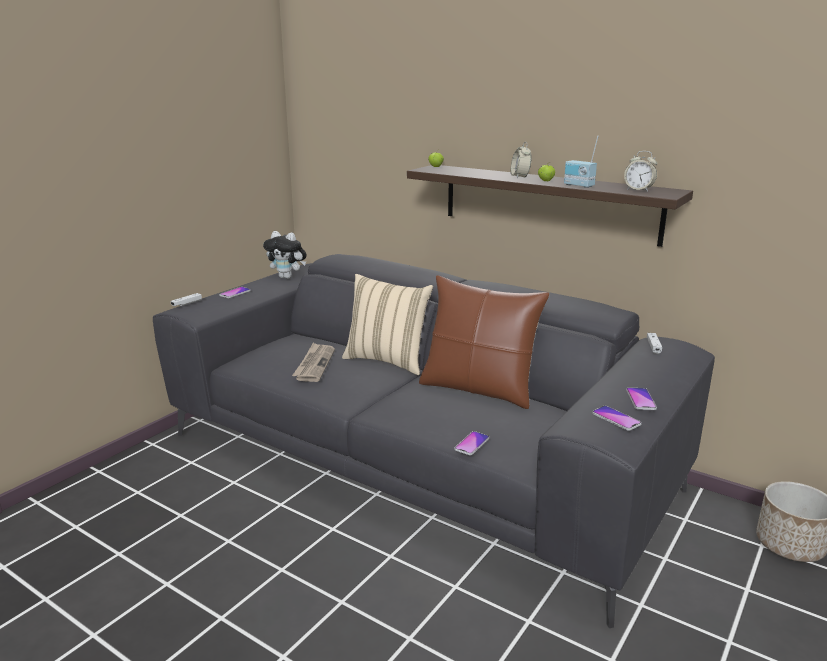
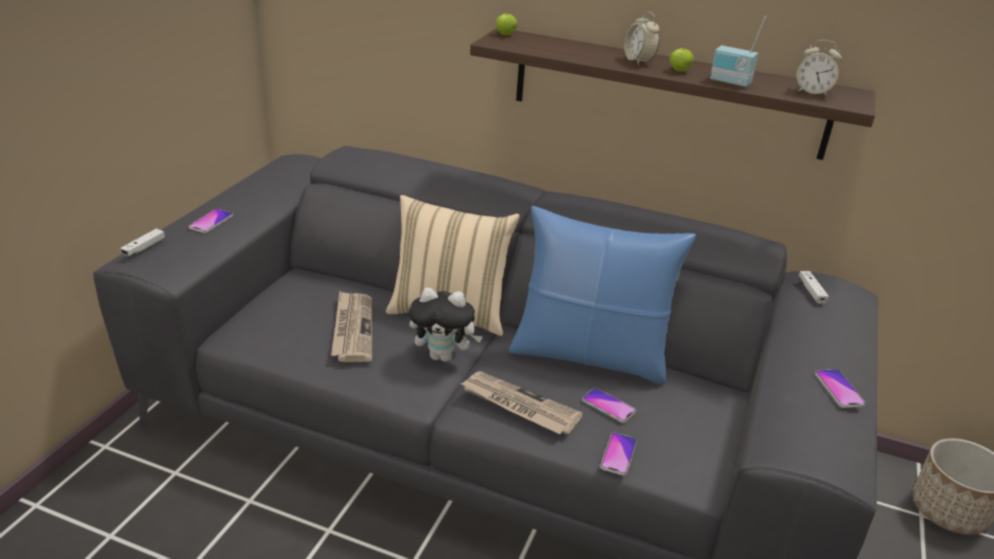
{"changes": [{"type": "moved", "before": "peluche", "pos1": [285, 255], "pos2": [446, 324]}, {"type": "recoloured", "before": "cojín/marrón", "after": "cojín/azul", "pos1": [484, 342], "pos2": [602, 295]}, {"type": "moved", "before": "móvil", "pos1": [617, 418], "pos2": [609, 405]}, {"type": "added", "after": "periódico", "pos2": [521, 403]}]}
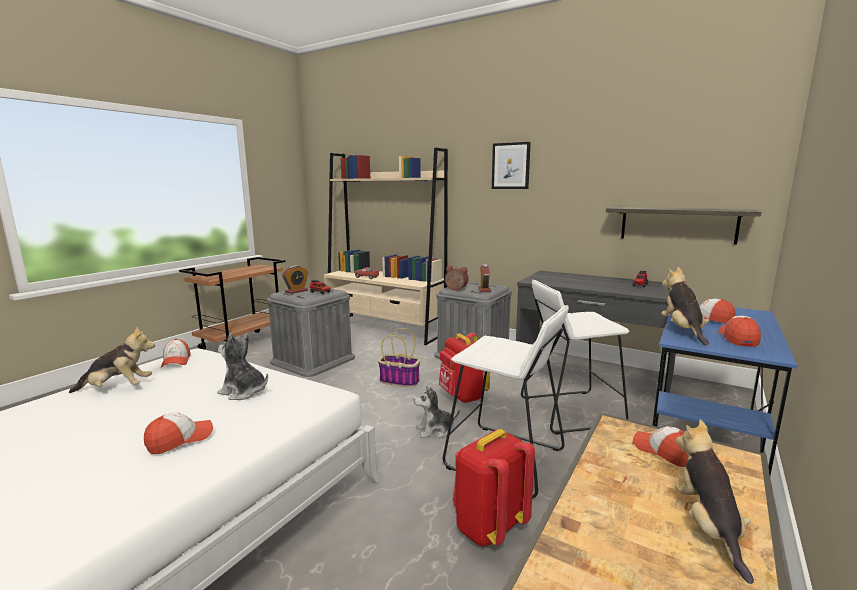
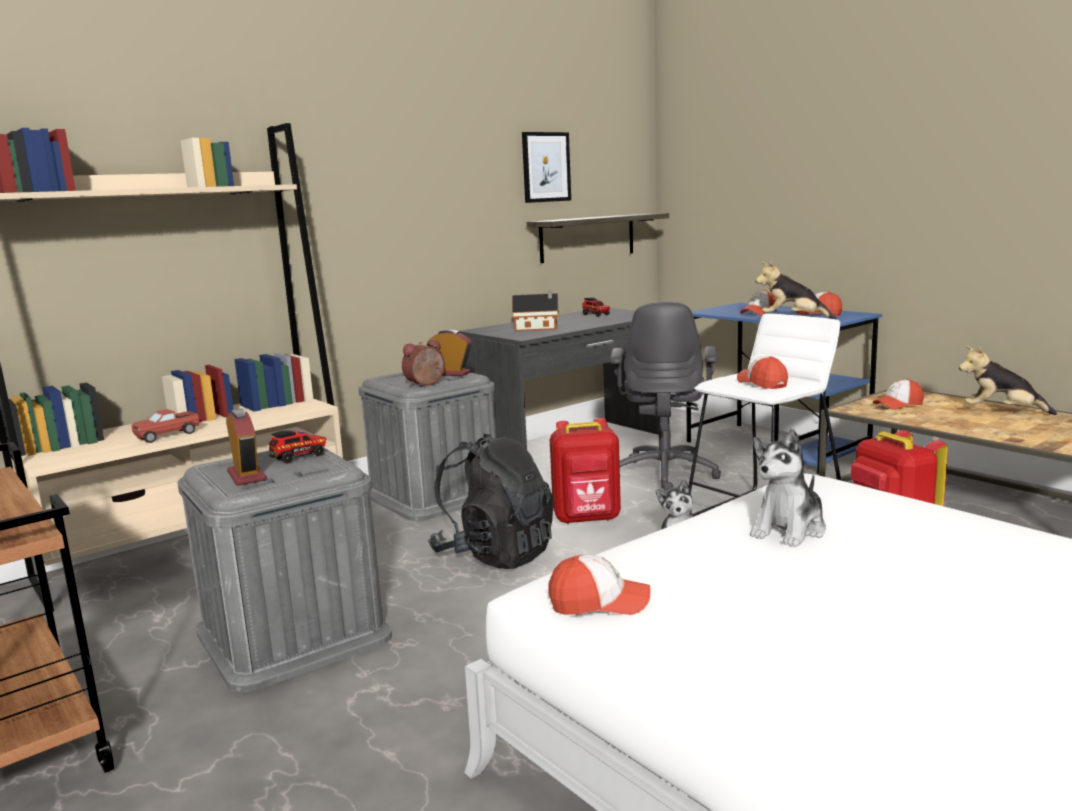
{"changes": [{"type": "removed", "before": "peluche", "pos1": [111, 359]}, {"type": "moved", "before": "gorra", "pos1": [178, 433], "pos2": [762, 372]}, {"type": "replaced", "before": "cesta", "after": "mochila/negro", "pos1": [399, 357], "pos2": [491, 501]}, {"type": "moved", "before": "cuadro", "pos1": [511, 165], "pos2": [546, 167]}, {"type": "replaced", "before": "taburete/blanco", "after": "silla de oficina/gris", "pos1": [575, 357], "pos2": [665, 396]}, {"type": "added", "after": "casita", "pos2": [535, 310]}]}
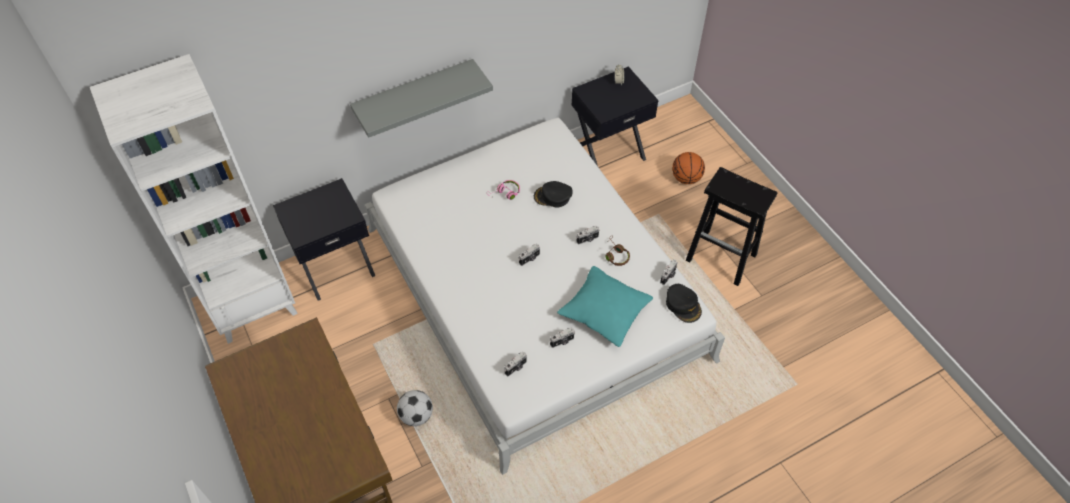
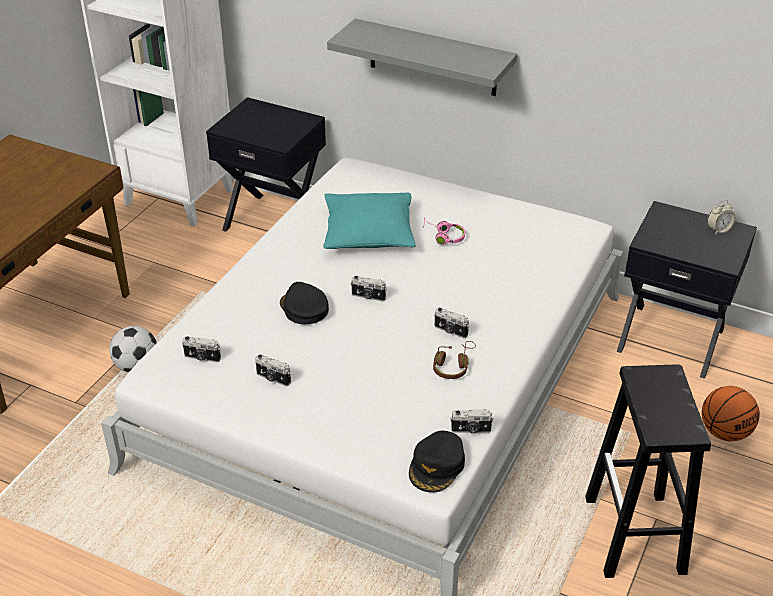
{"changes": [{"type": "moved", "before": "gorra/negro", "pos1": [553, 194], "pos2": [304, 303]}, {"type": "moved", "before": "cojín/turquesa", "pos1": [605, 306], "pos2": [369, 221]}]}
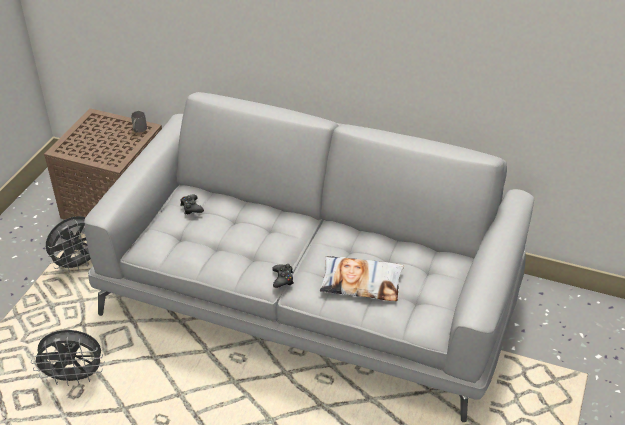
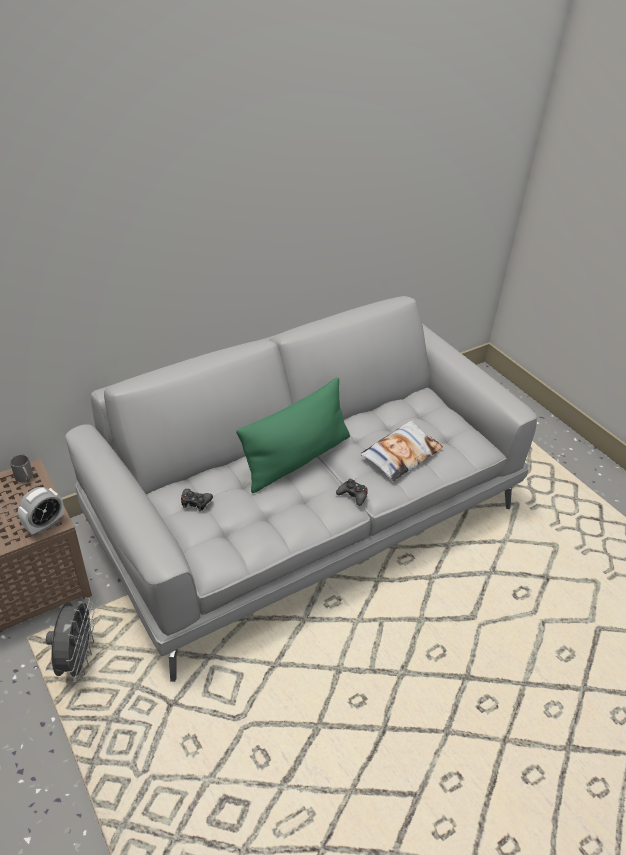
{"changes": [{"type": "removed", "before": "ventilador/gris", "pos1": [68, 358]}, {"type": "added", "after": "despertador", "pos2": [41, 511]}, {"type": "added", "after": "cojín/verde", "pos2": [293, 435]}]}
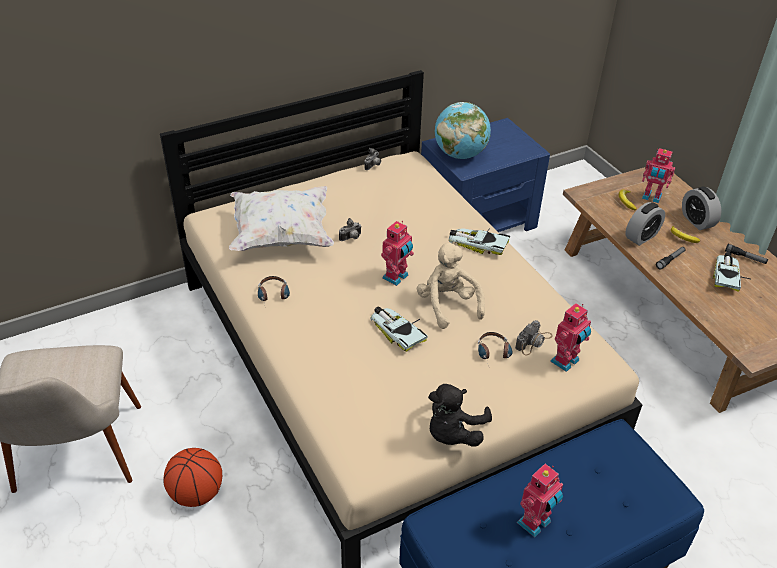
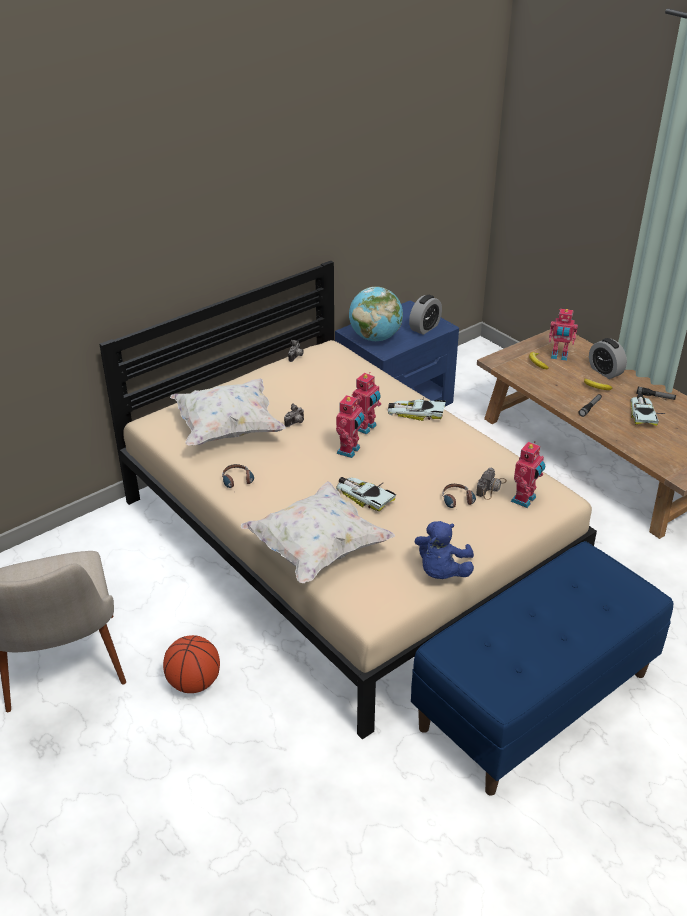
{"changes": [{"type": "removed", "before": "peluche/beis", "pos1": [451, 286]}, {"type": "recoloured", "before": "peluche/negro", "after": "peluche/azul", "pos1": [460, 415], "pos2": [444, 550]}, {"type": "moved", "before": "robot de juguete", "pos1": [540, 500], "pos2": [367, 403]}, {"type": "moved", "before": "despertador", "pos1": [645, 224], "pos2": [425, 315]}, {"type": "added", "after": "cojín/blanco", "pos2": [318, 532]}]}
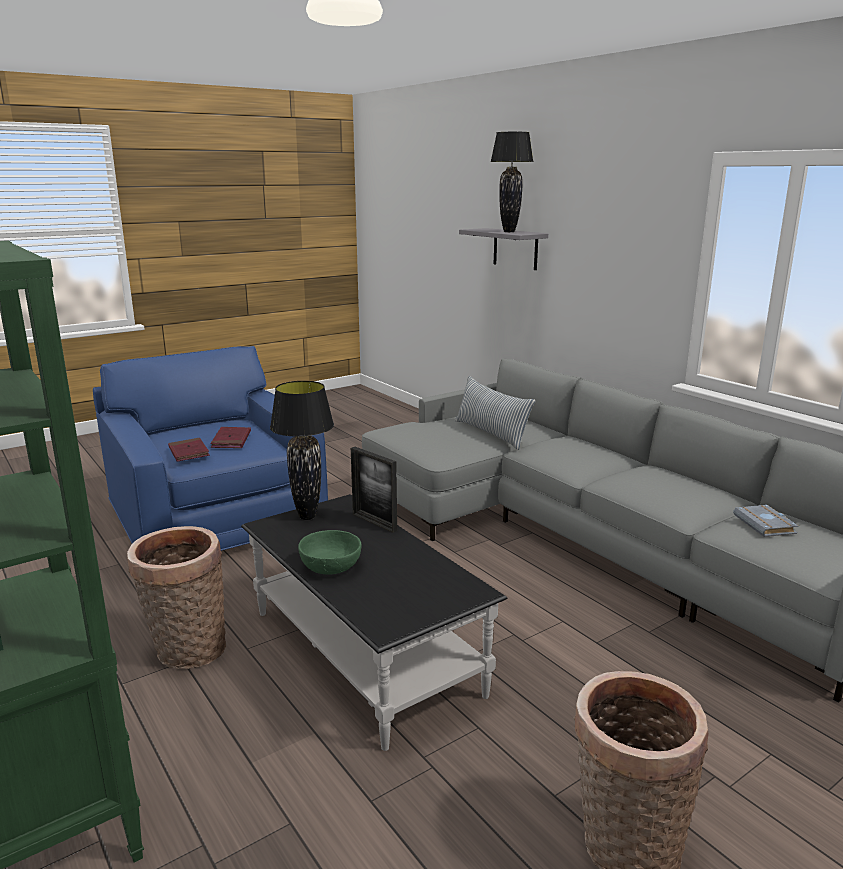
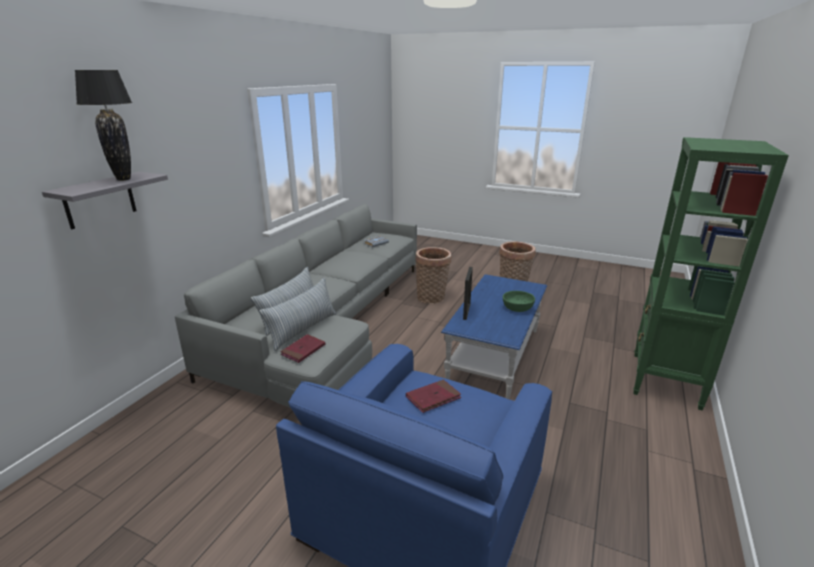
{"changes": [{"type": "moved", "before": "cesta", "pos1": [176, 597], "pos2": [433, 275]}, {"type": "moved", "before": "libro/rojo", "pos1": [189, 450], "pos2": [302, 348]}, {"type": "recoloured", "before": "mesa de centro/negro", "after": "mesa de centro/azul", "pos1": [374, 622], "pos2": [494, 336]}, {"type": "removed", "before": "lámpara de mesa/negro", "pos1": [302, 450]}, {"type": "added", "after": "cojín", "pos2": [297, 314]}]}
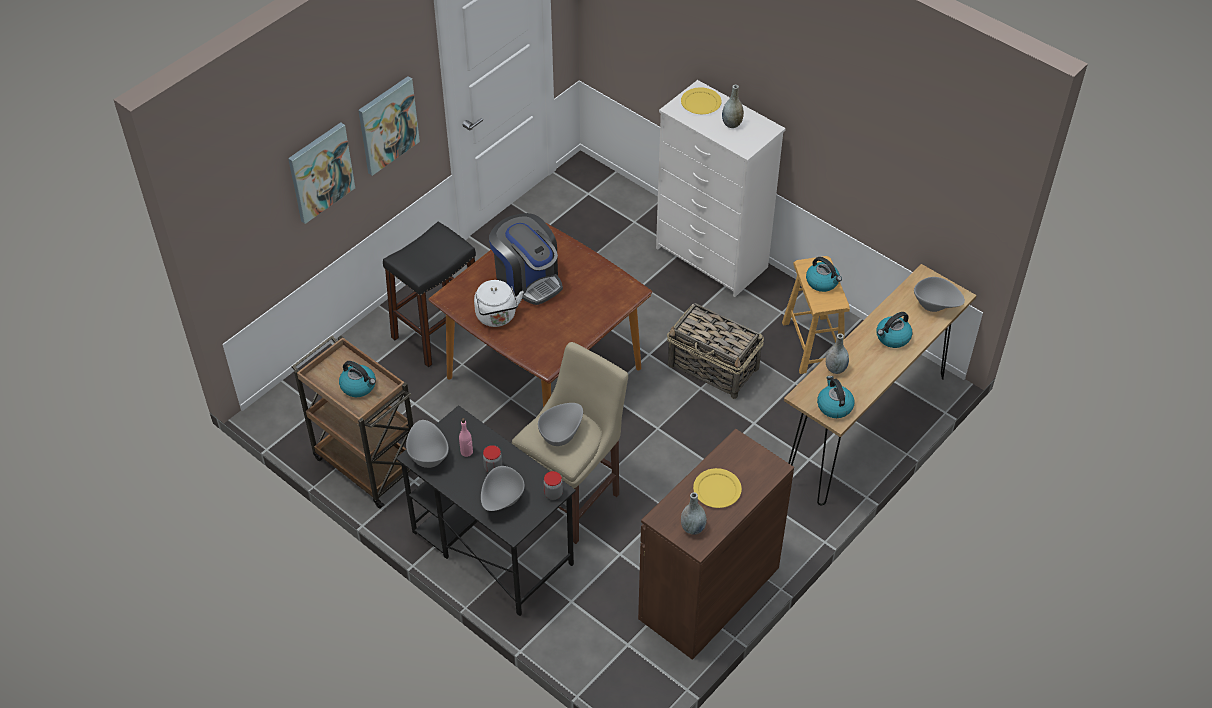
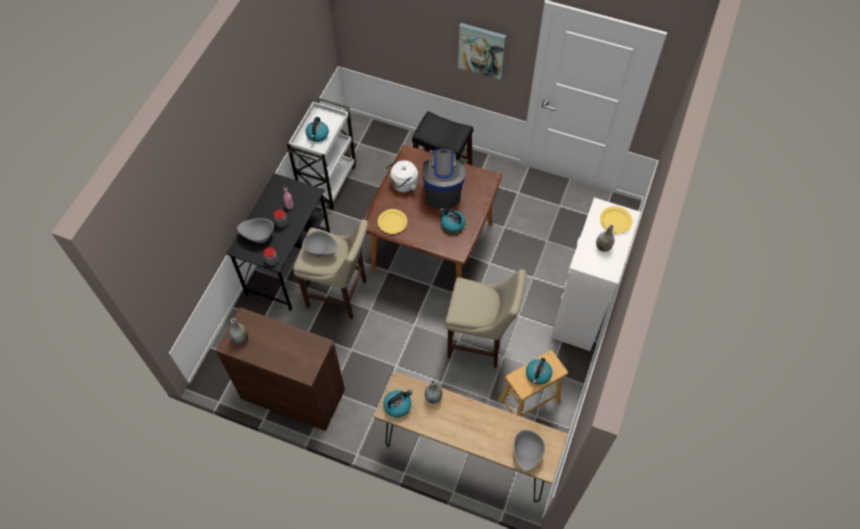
{"changes": [{"type": "removed", "before": "cuadro", "pos1": [321, 173]}, {"type": "recoloured", "before": "carrito/marrón", "after": "carrito/blanco", "pos1": [352, 422], "pos2": [321, 154]}, {"type": "removed", "before": "cuenco/gris", "pos1": [427, 444]}, {"type": "turned", "before": "cafetera", "pos1": [526, 259], "pos2": [443, 179], "turn": 150}, {"type": "replaced", "before": "cesta", "after": "taburete/beis", "pos1": [715, 351], "pos2": [485, 318]}, {"type": "moved", "before": "plato/amarillo", "pos1": [717, 488], "pos2": [392, 221]}, {"type": "moved", "before": "hervidor", "pos1": [894, 330], "pos2": [452, 220]}]}
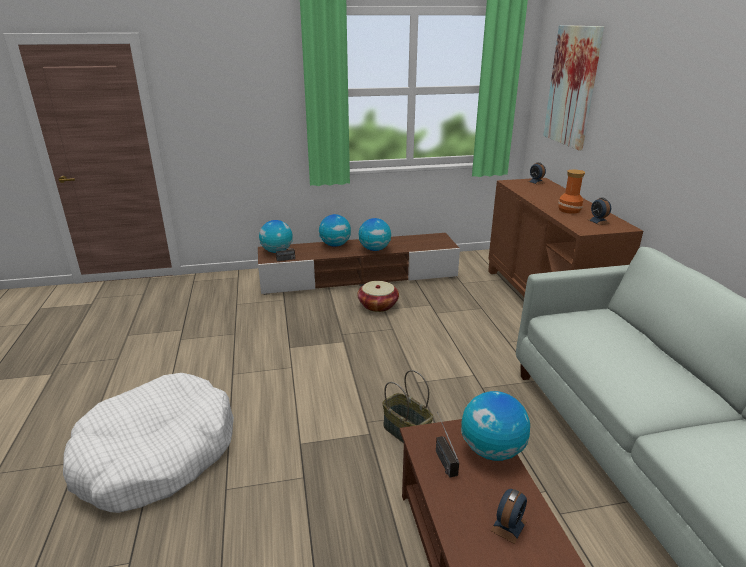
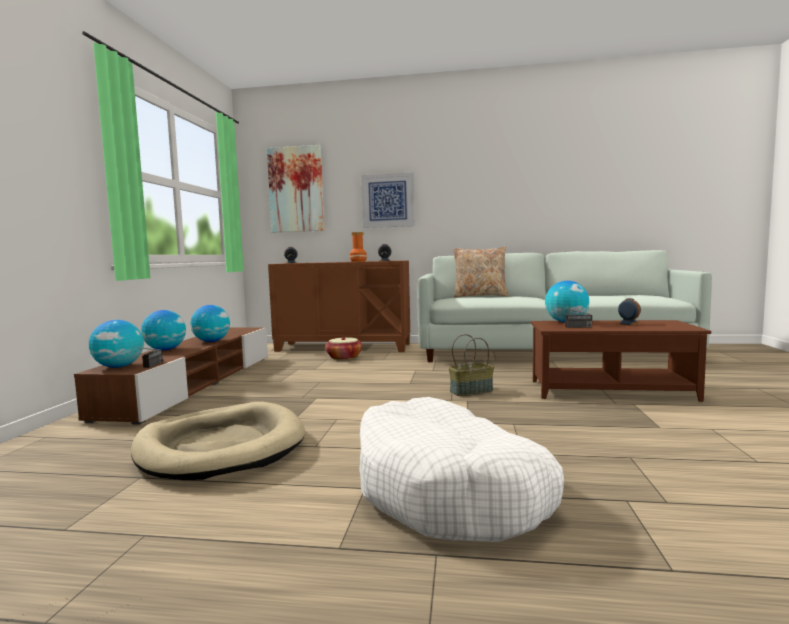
{"changes": [{"type": "moved", "before": "cesta", "pos1": [378, 296], "pos2": [343, 348]}, {"type": "added", "after": "cama para perro/beis", "pos2": [217, 441]}, {"type": "added", "after": "cuadro", "pos2": [387, 200]}, {"type": "added", "after": "cojín/beis", "pos2": [481, 272]}]}
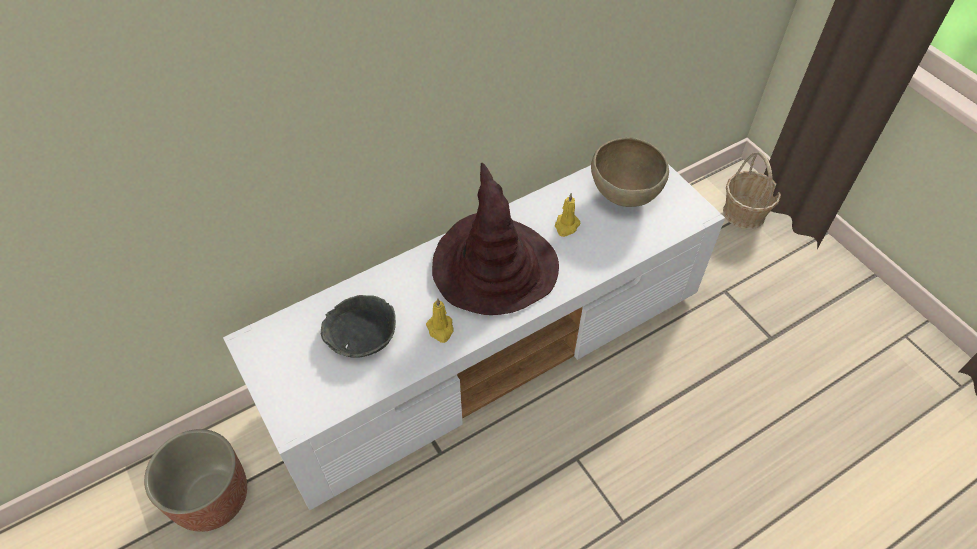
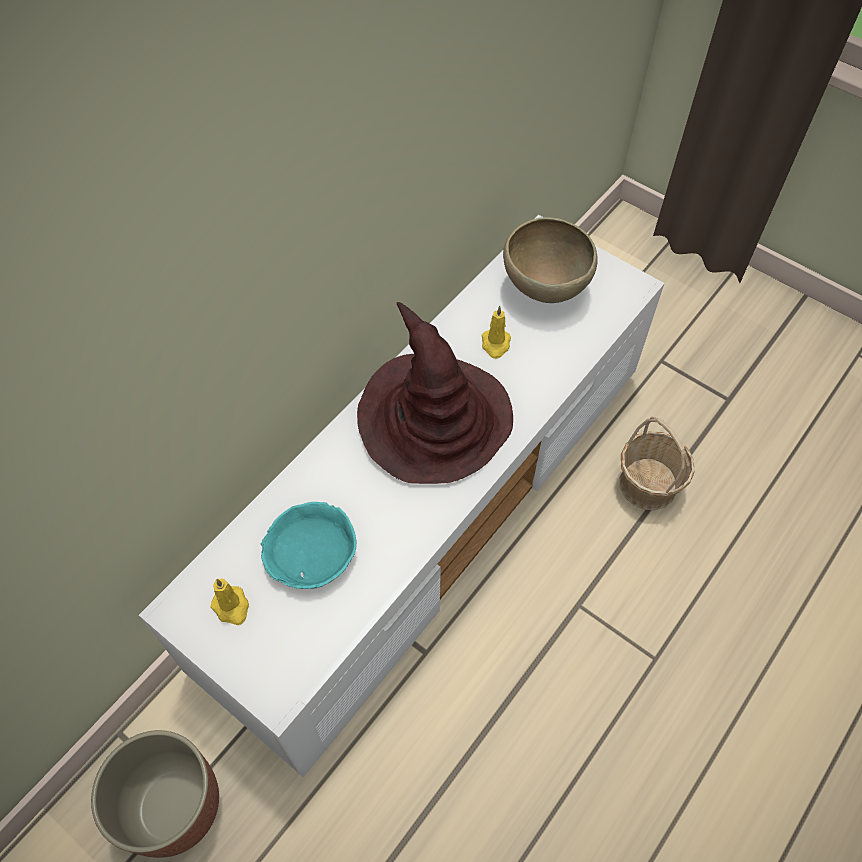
{"changes": [{"type": "recoloured", "before": "cuenco/gris", "after": "cuenco/turquesa", "pos1": [358, 326], "pos2": [308, 545]}, {"type": "moved", "before": "vela/amarillo", "pos1": [440, 320], "pos2": [229, 601]}, {"type": "moved", "before": "cesta", "pos1": [752, 190], "pos2": [657, 463]}]}
